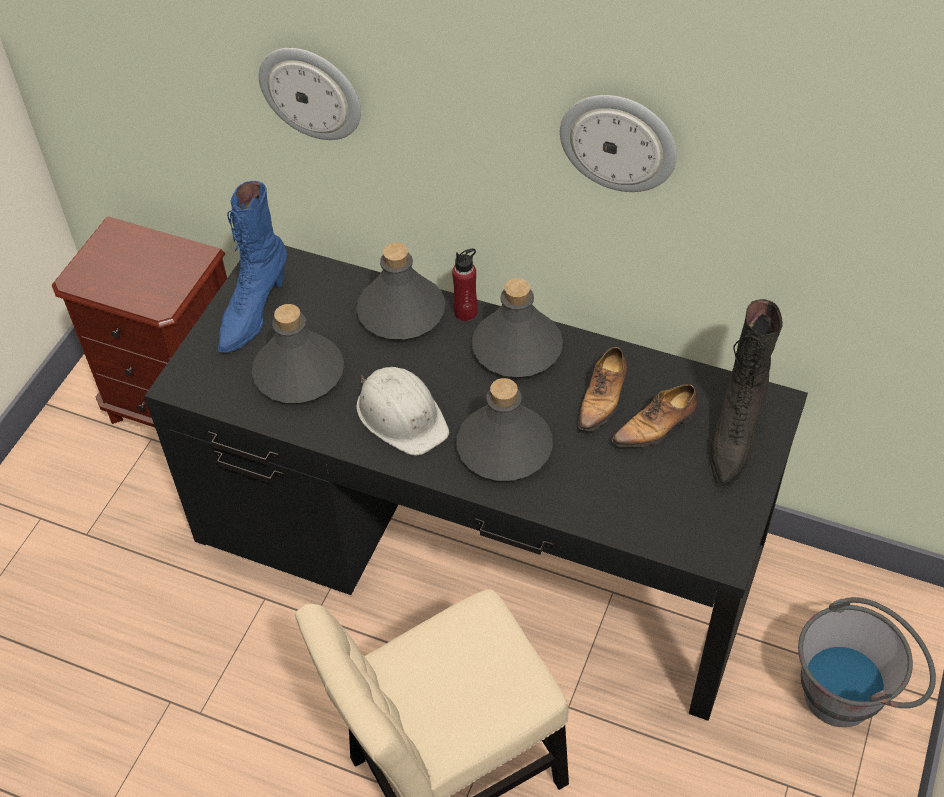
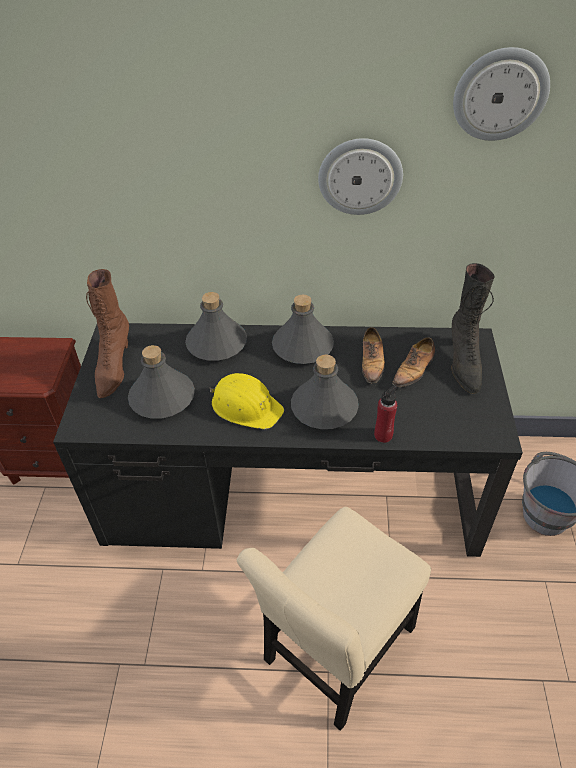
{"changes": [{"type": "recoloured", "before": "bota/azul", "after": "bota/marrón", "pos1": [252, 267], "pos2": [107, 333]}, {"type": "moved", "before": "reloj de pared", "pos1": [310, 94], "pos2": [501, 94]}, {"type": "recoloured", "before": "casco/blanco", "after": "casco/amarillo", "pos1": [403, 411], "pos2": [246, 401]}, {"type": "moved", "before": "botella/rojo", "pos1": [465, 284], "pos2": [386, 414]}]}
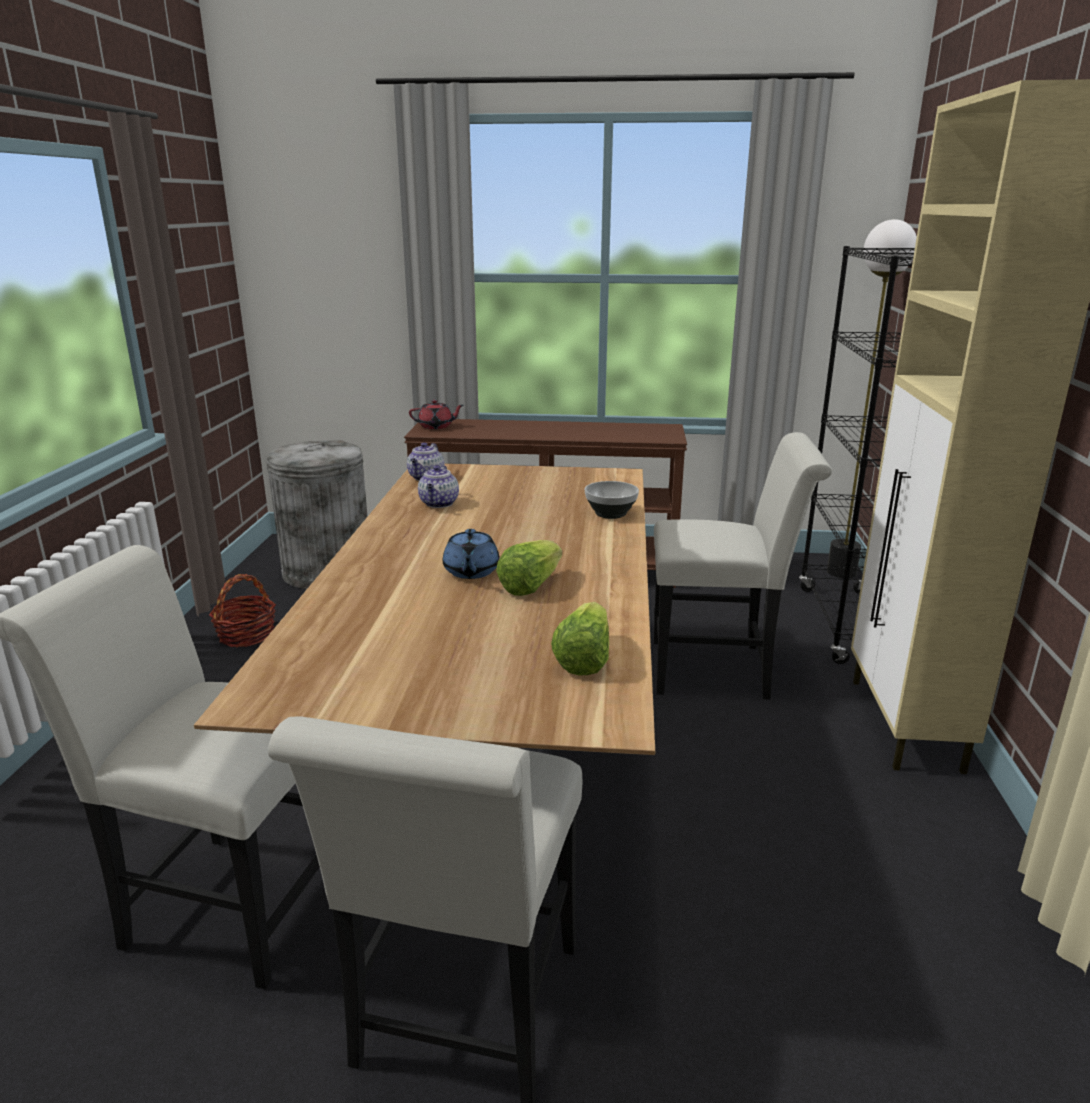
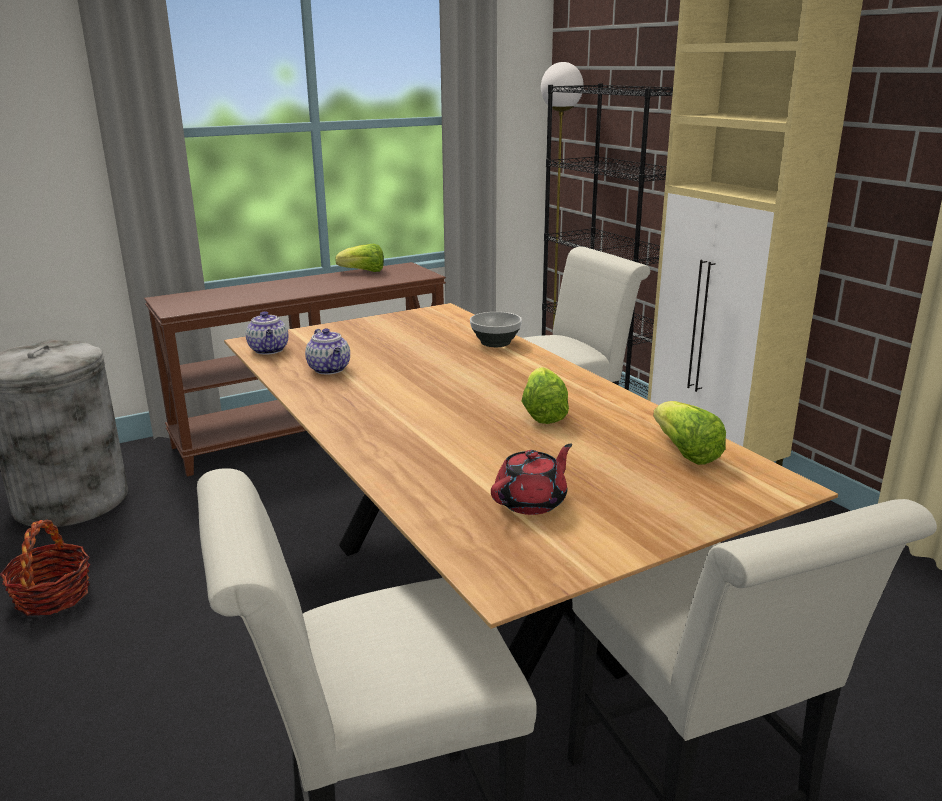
{"changes": [{"type": "moved", "before": "tetera/rojo", "pos1": [436, 414], "pos2": [531, 479]}, {"type": "removed", "before": "tetera/azul", "pos1": [471, 554]}, {"type": "added", "after": "lechuga", "pos2": [359, 258]}]}
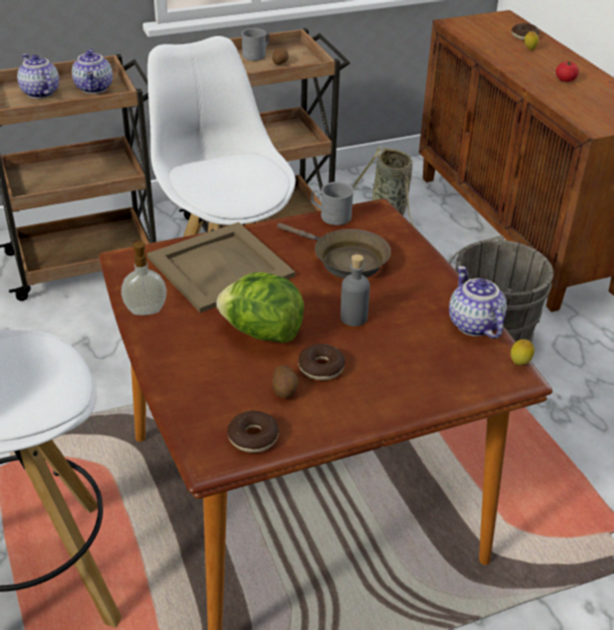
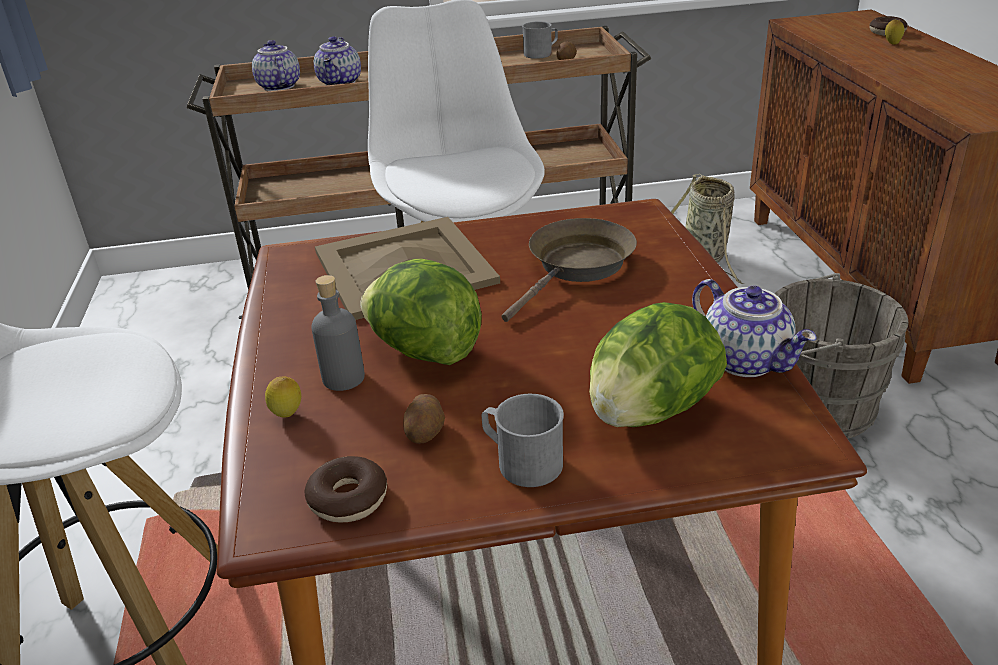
{"changes": [{"type": "removed", "before": "dispensador de jabón", "pos1": [144, 277]}, {"type": "turned", "before": "sartén/marrón", "pos1": [334, 250], "pos2": [569, 270], "turn": -105}, {"type": "removed", "before": "rosquilla", "pos1": [321, 362]}, {"type": "moved", "before": "taza grande/gris", "pos1": [332, 203], "pos2": [523, 440]}, {"type": "moved", "before": "botella/gris", "pos1": [355, 290], "pos2": [338, 333]}, {"type": "turned", "before": "tetera", "pos1": [478, 302], "pos2": [754, 328], "turn": 150}, {"type": "moved", "before": "limón", "pos1": [522, 352], "pos2": [283, 397]}, {"type": "removed", "before": "tomate", "pos1": [567, 71]}, {"type": "added", "after": "lechuga", "pos2": [658, 364]}]}
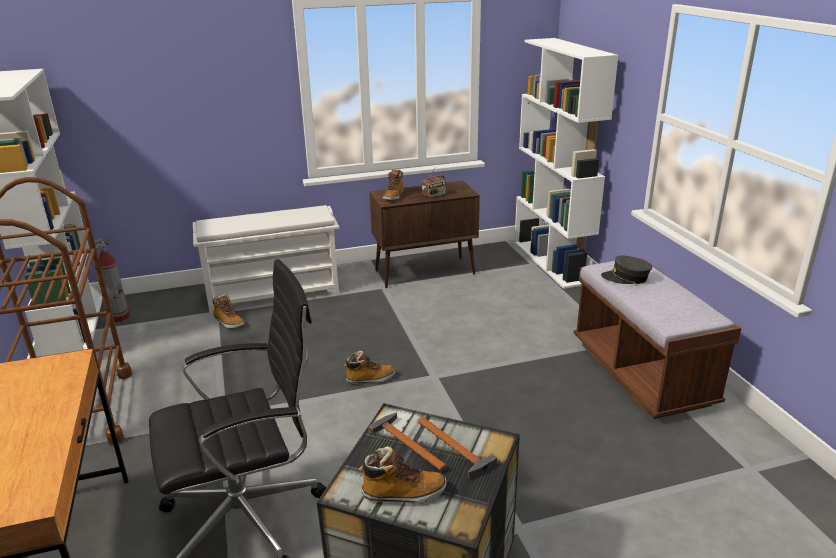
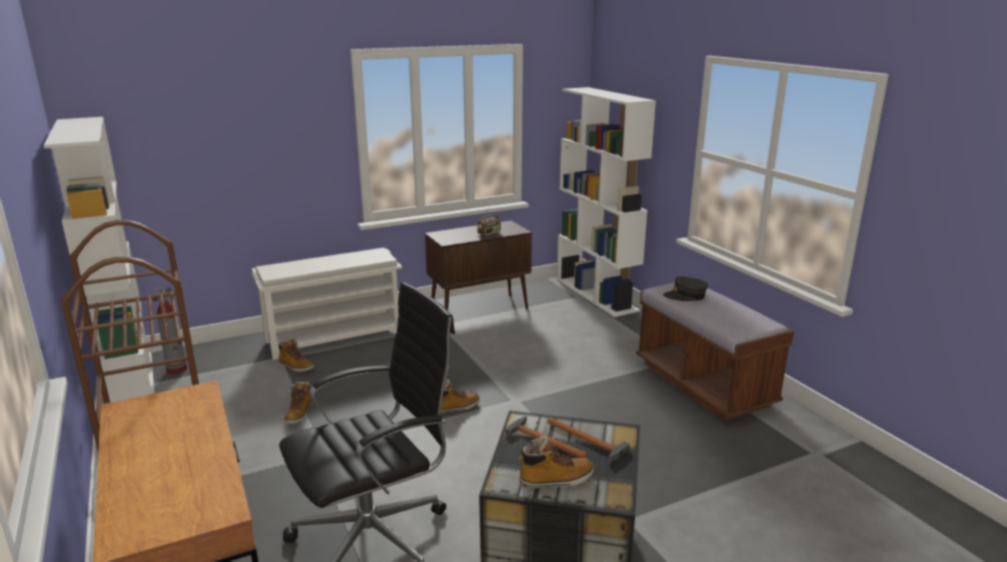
{"changes": [{"type": "moved", "before": "bota", "pos1": [393, 185], "pos2": [298, 402]}]}
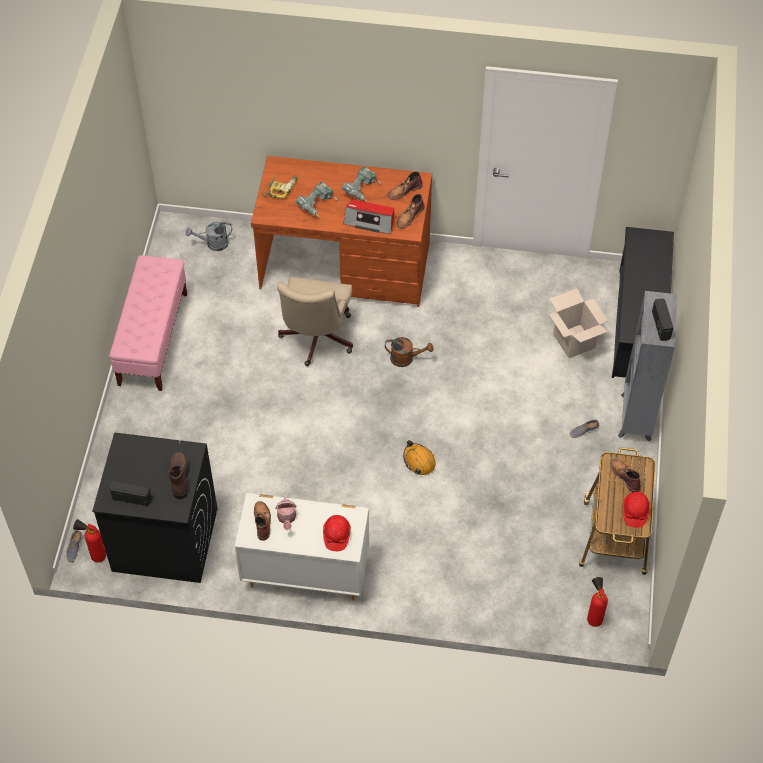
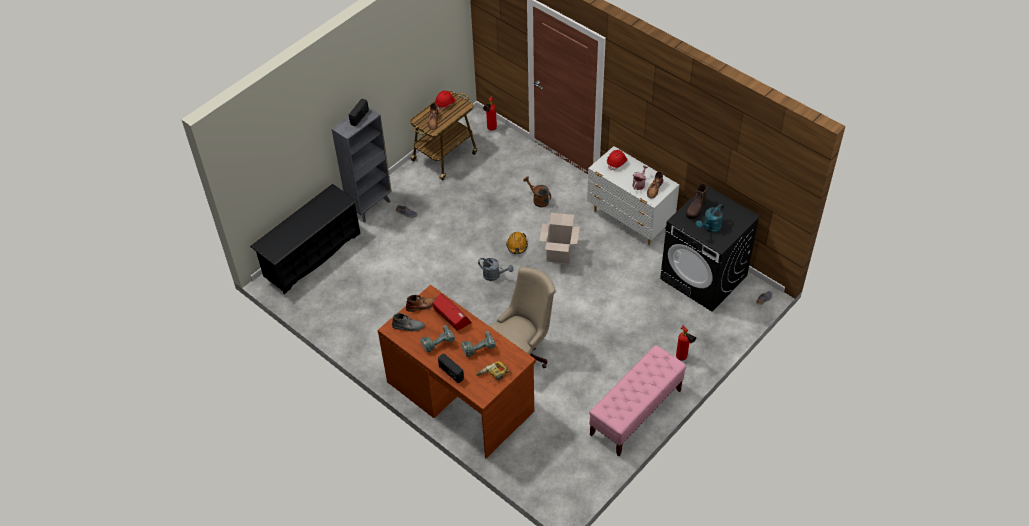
{"changes": [{"type": "moved", "before": "extintor", "pos1": [89, 540], "pos2": [686, 343]}, {"type": "moved", "before": "radio", "pos1": [131, 493], "pos2": [451, 368]}, {"type": "moved", "before": "regadera/gris", "pos1": [209, 236], "pos2": [495, 269]}, {"type": "moved", "before": "regadera/marrón", "pos1": [409, 352], "pos2": [537, 191]}, {"type": "recoloured", "before": "bota/marrón", "after": "bota/gris", "pos1": [405, 185], "pos2": [408, 322]}, {"type": "moved", "before": "caja de cartón", "pos1": [578, 323], "pos2": [559, 238]}, {"type": "added", "after": "regadera/turquesa", "pos2": [710, 218]}]}
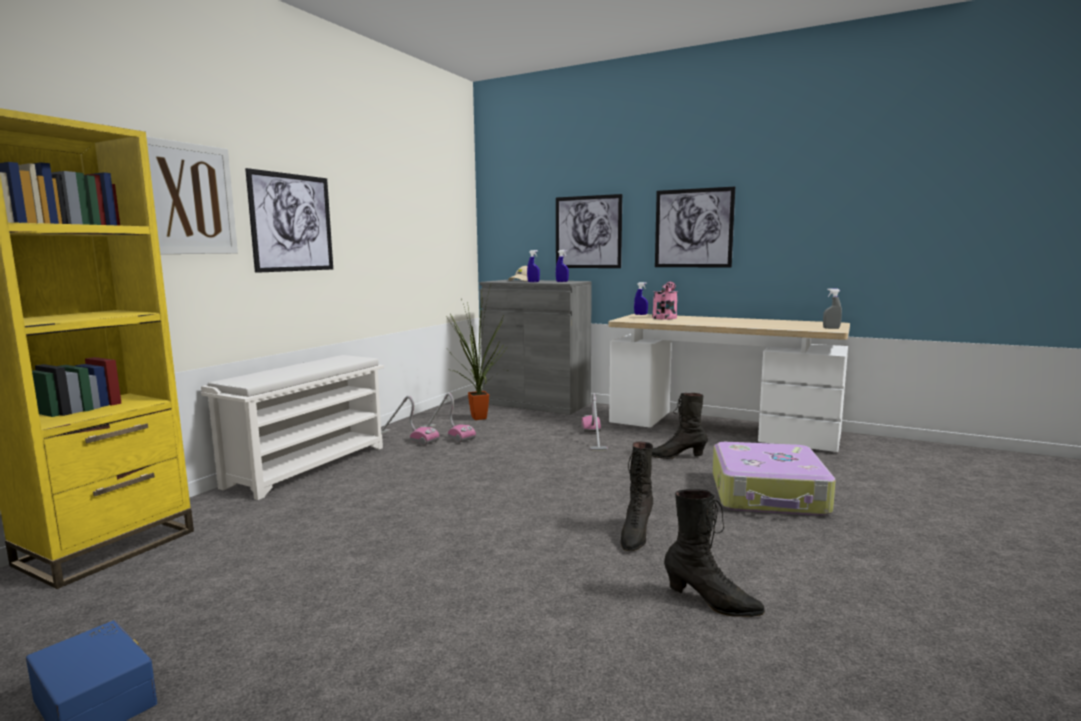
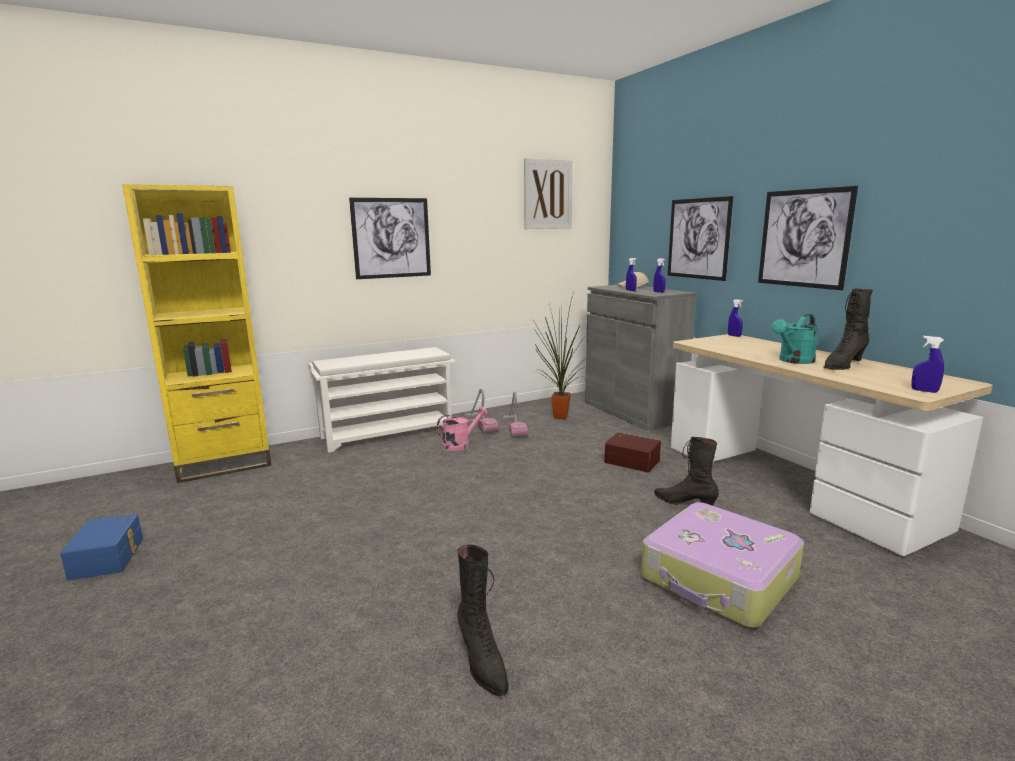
{"changes": [{"type": "moved", "before": "cuadro", "pos1": [192, 195], "pos2": [548, 193]}, {"type": "replaced", "before": "aspiradora", "after": "caja de almacenaje/marrón", "pos1": [595, 422], "pos2": [632, 453]}, {"type": "moved", "before": "bota/negro", "pos1": [637, 496], "pos2": [848, 329]}, {"type": "moved", "before": "regadera/rosa", "pos1": [664, 300], "pos2": [462, 428]}, {"type": "recoloured", "before": "pulverizador/gris", "after": "pulverizador/azul", "pos1": [832, 308], "pos2": [927, 364]}, {"type": "added", "after": "regadera/turquesa", "pos2": [795, 339]}]}
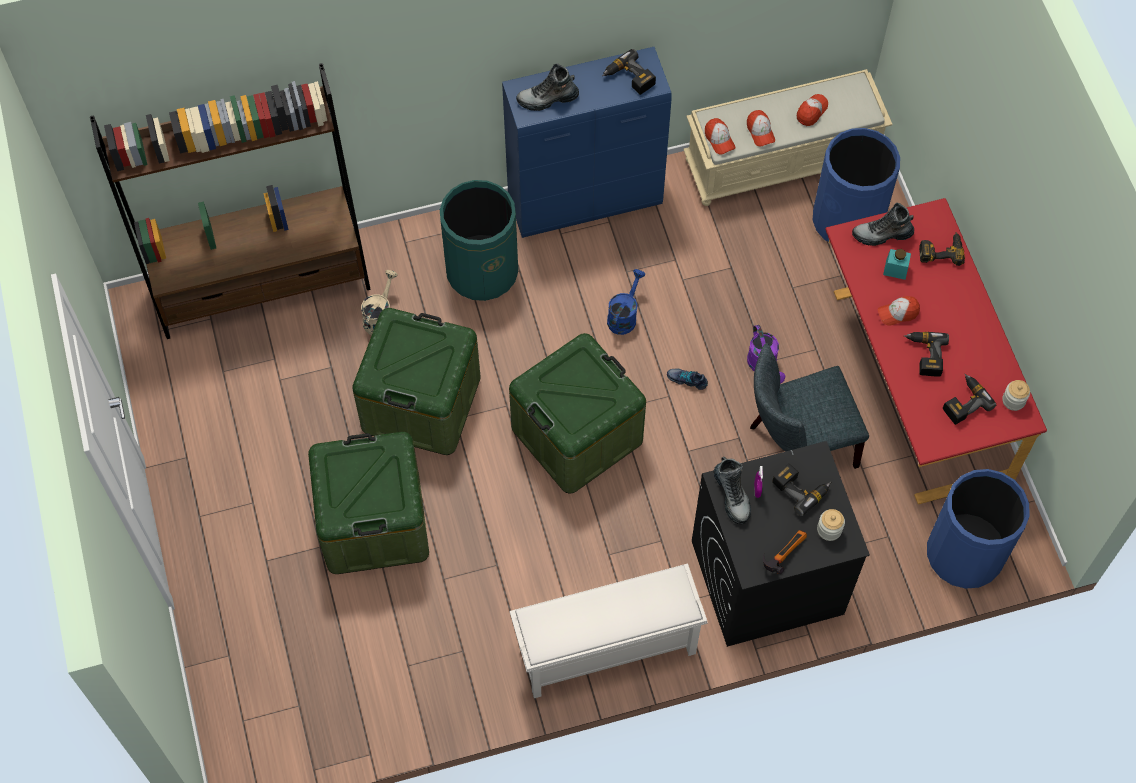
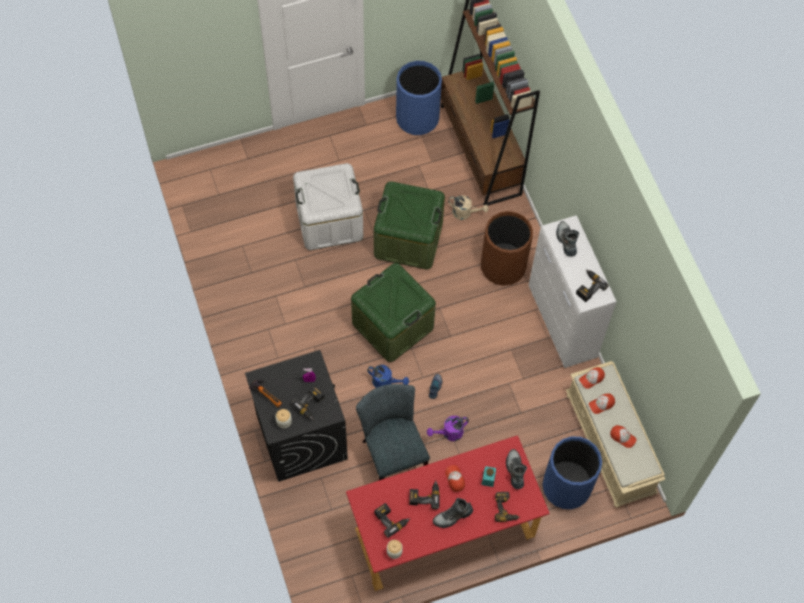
{"changes": [{"type": "recoloured", "before": "caja de almacenaje/verde", "after": "caja de almacenaje/blanco", "pos1": [368, 503], "pos2": [328, 206]}, {"type": "recoloured", "before": "papelera/verde", "after": "papelera/marrón", "pos1": [479, 240], "pos2": [507, 248]}, {"type": "recoloured", "before": "armario/azul", "after": "armario/blanco", "pos1": [587, 142], "pos2": [573, 291]}, {"type": "removed", "before": "zapatero/blanco", "pos1": [609, 630]}, {"type": "moved", "before": "regadera/azul", "pos1": [626, 302], "pos2": [388, 376]}, {"type": "moved", "before": "bota", "pos1": [732, 490], "pos2": [453, 513]}, {"type": "moved", "before": "papelera/azul", "pos1": [978, 529], "pos2": [419, 98]}]}
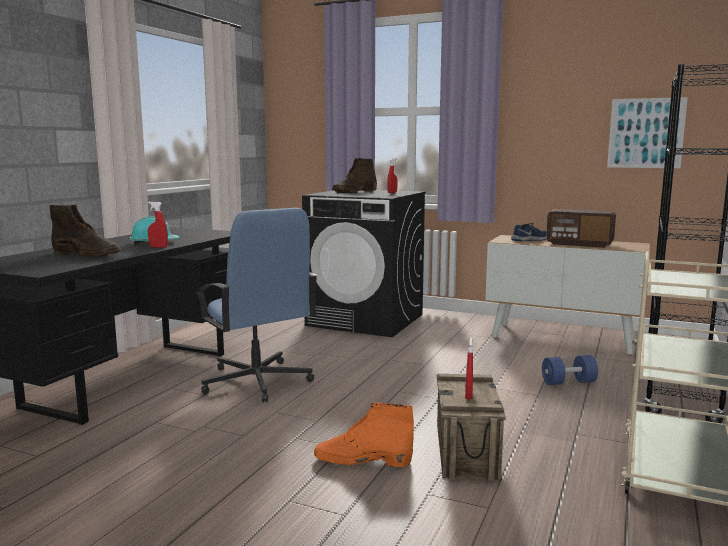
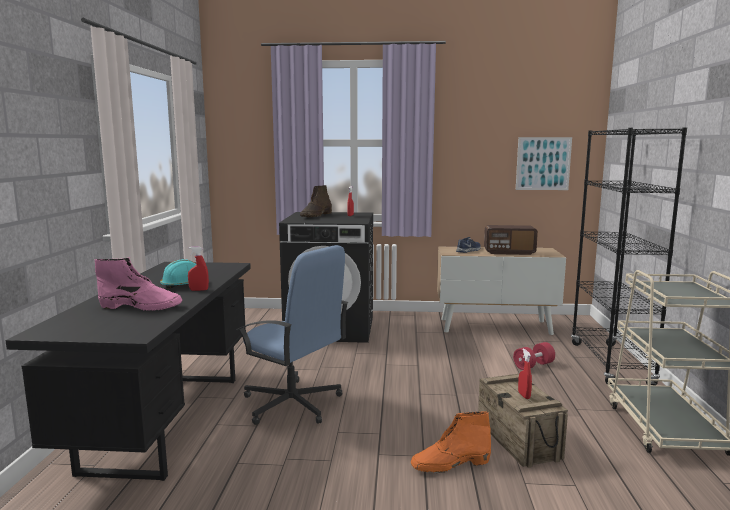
{"changes": [{"type": "recoloured", "before": "bota/marrón", "after": "bota/rosa", "pos1": [85, 231], "pos2": [138, 284]}, {"type": "recoloured", "before": "mancuerna/azul", "after": "mancuerna/rojo", "pos1": [570, 370], "pos2": [534, 356]}]}
